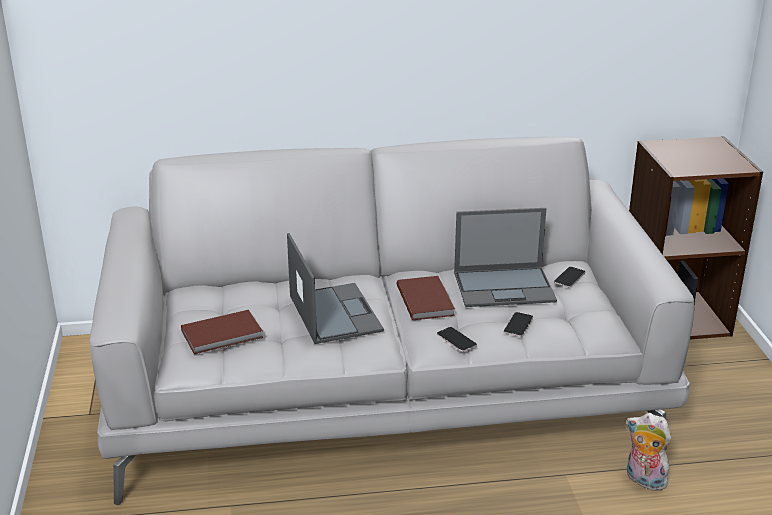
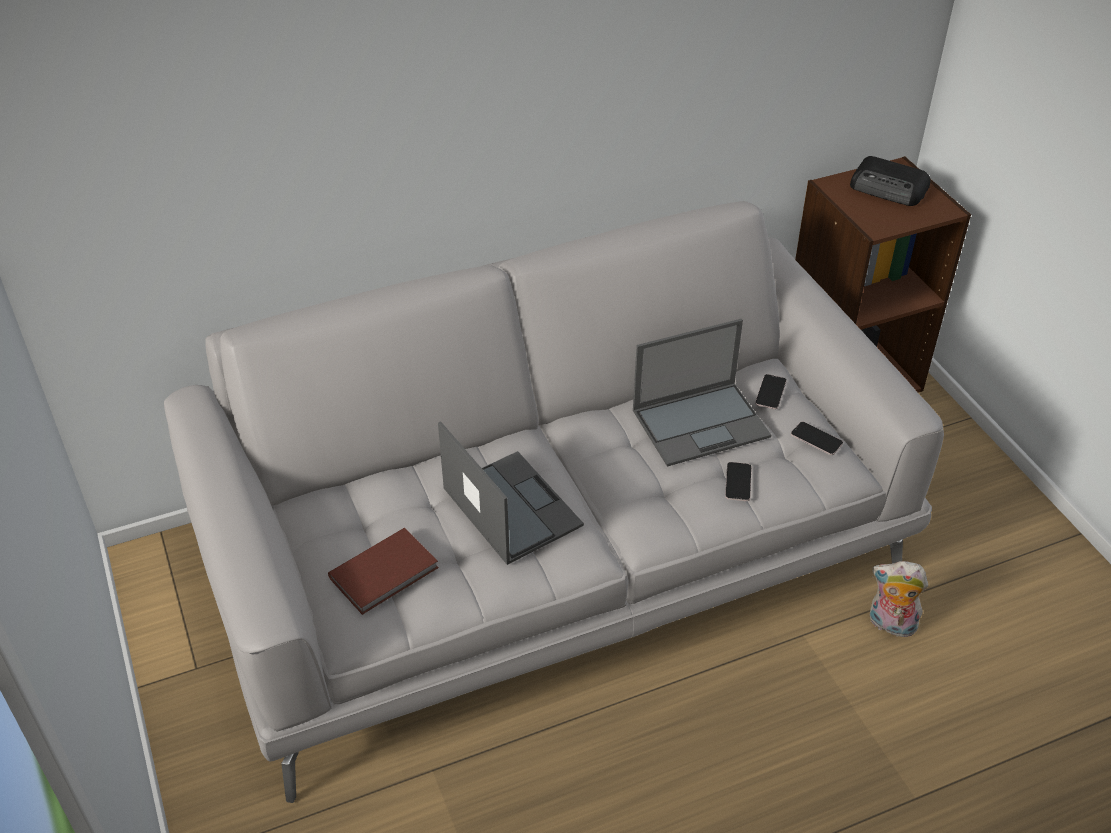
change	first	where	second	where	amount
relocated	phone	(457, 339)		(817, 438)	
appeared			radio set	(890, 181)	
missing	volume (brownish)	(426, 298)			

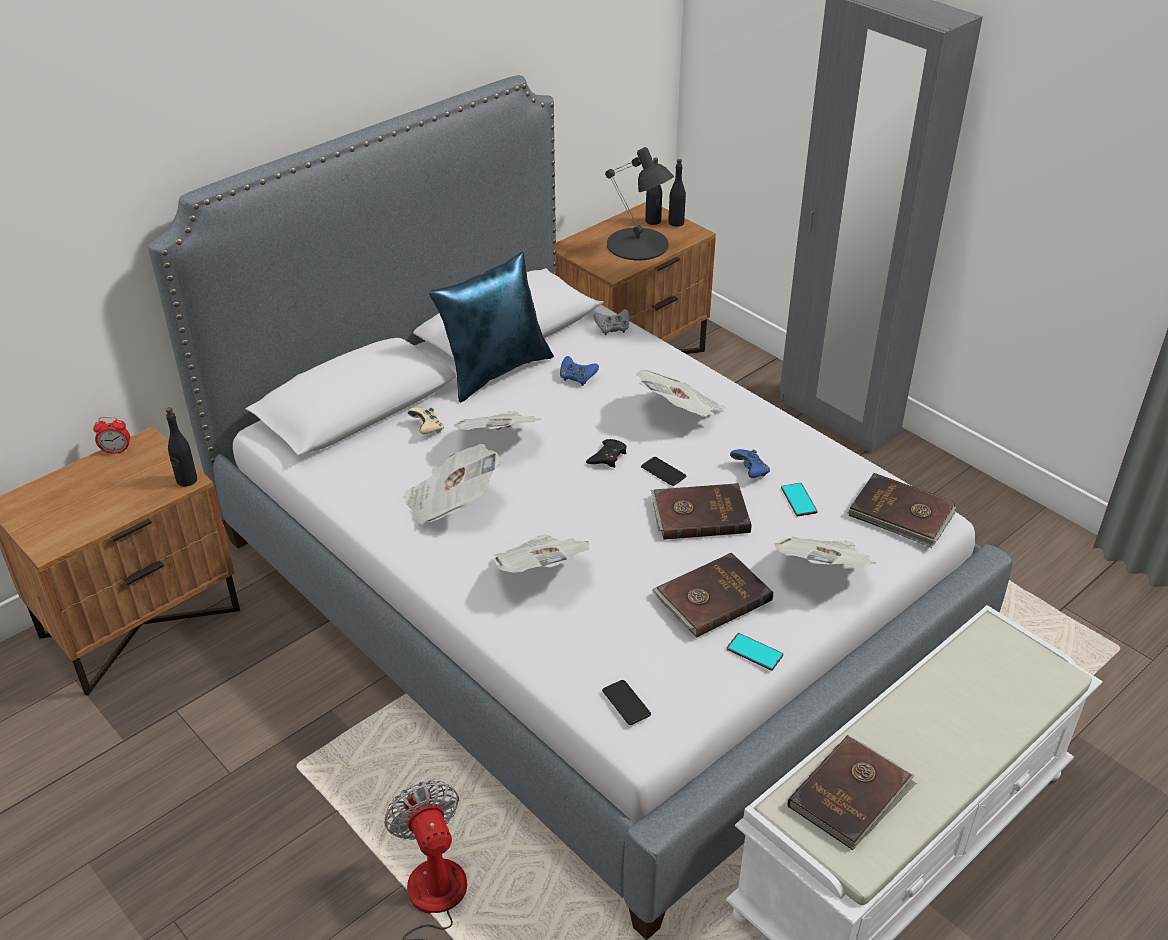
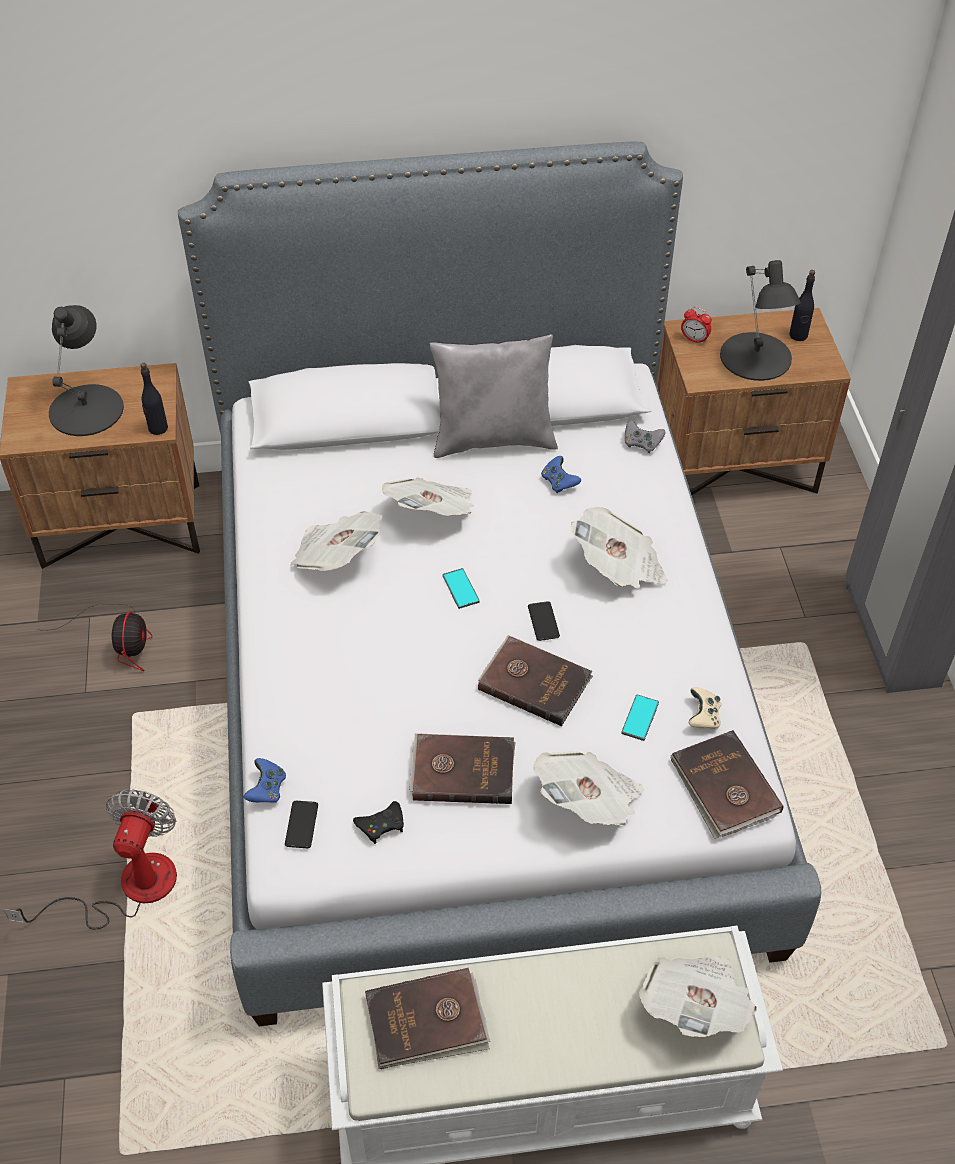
change	first	where	second	where	amount
appeared			lamp for a table (black)	(86, 370)	
appeared			cooling fan	(102, 637)	
relocated	gamepad (blue-coloured)	(750, 463)		(265, 780)	
relocated	gamepad (black)	(606, 453)		(378, 822)	
colour	cushion (blue-coloured)	(491, 327)	cushion (greyish)	(494, 396)	
relocated	phone	(755, 652)		(461, 588)	
relocated	newspaper	(542, 553)		(698, 996)	
relocated	table clock	(111, 435)		(696, 325)	
relocated	gamepad (beige)	(425, 421)		(704, 708)	
missing	drink bottle (black)	(677, 192)			

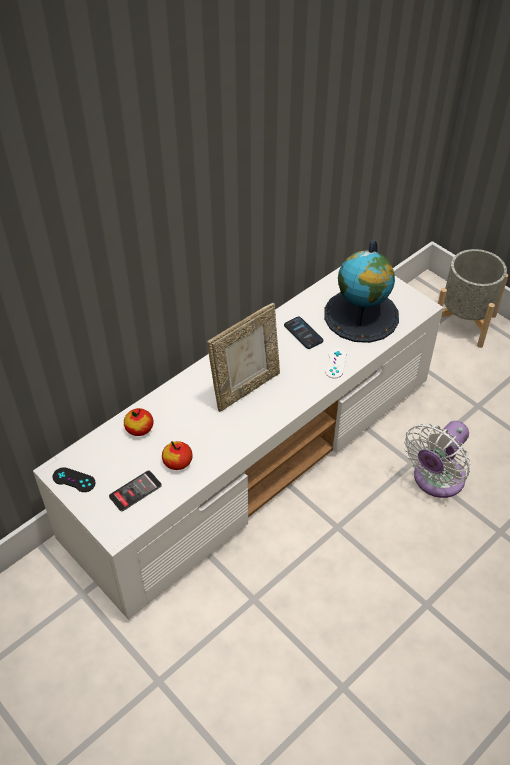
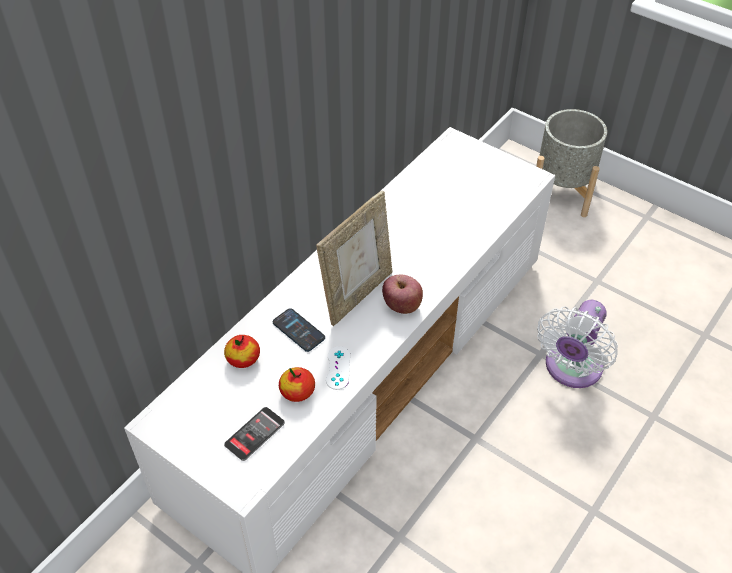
change	first	where	second	where	amount
relocated	phone	(303, 333)		(299, 330)	
relocated	gamepad (whitish)	(335, 363)		(338, 368)	
appeared			apple fruit	(402, 294)	
missing	gamepad (black)	(74, 479)			
missing	globe	(361, 291)			

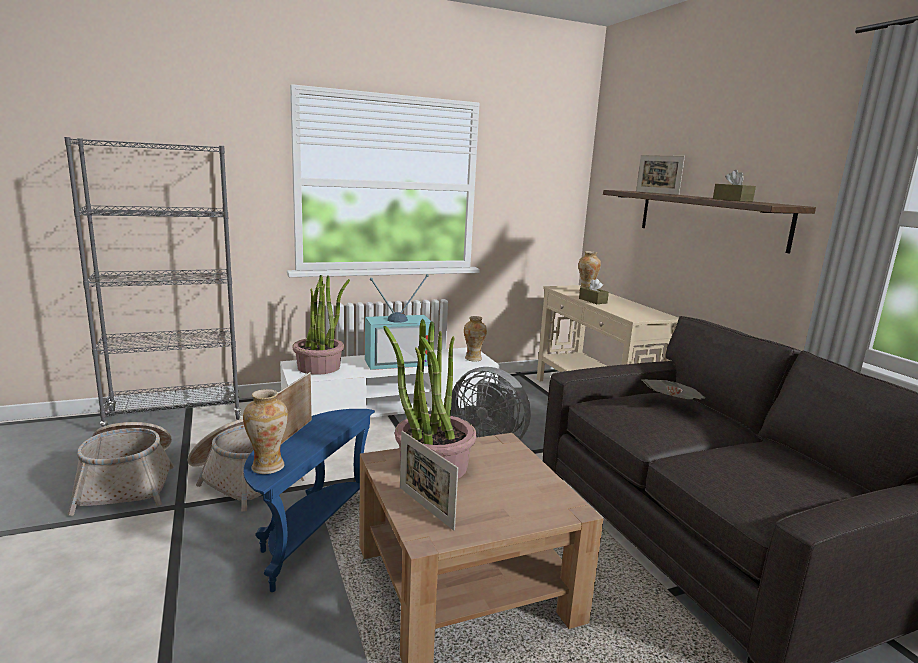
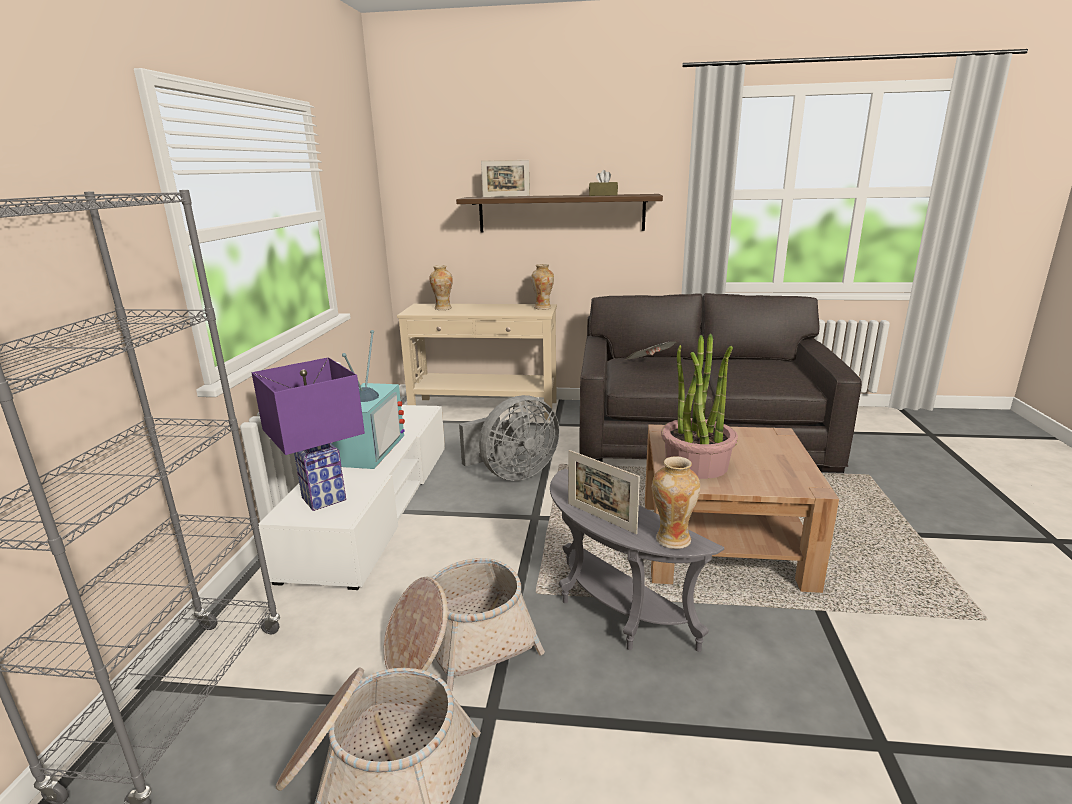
change	first	where	second	where	amount
exchanged	houseplant	(321, 325)	lamp for a table (purple)	(308, 434)	
relocated	flower vase	(475, 338)		(542, 287)	
colour	end table (blue-coloured)	(309, 500)	end table (greyish)	(637, 560)	
missing	photo frame	(429, 481)			
missing	tissue box (brownish)	(594, 291)			

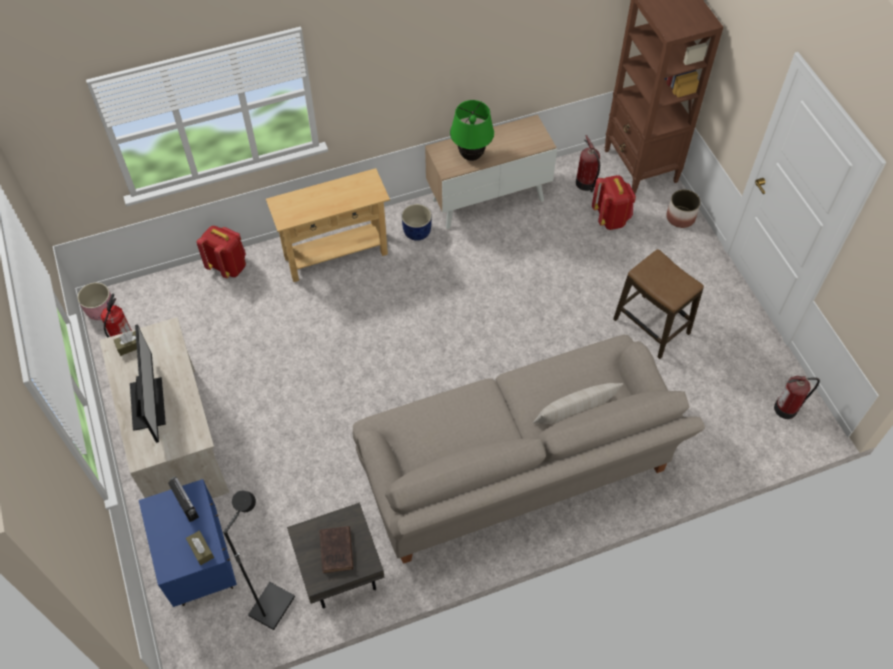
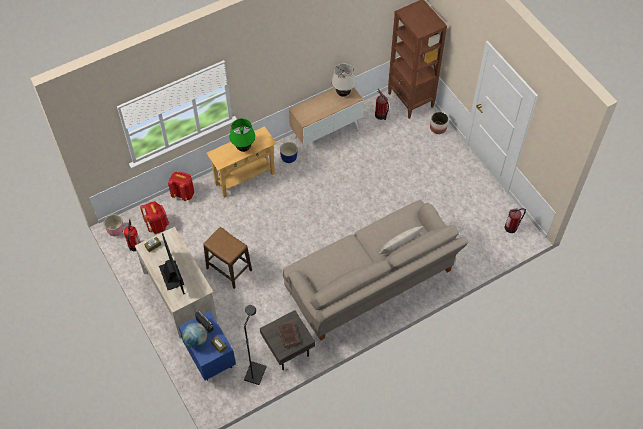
change	first	where	second	where	amount
relocated	backpack (reddish)	(614, 202)		(154, 217)	
appeared			globe	(194, 335)	
relocated	stool	(659, 304)		(227, 258)	
relocated	lamp for a table (greenish)	(472, 130)		(243, 135)	
appeared			lamp for a table (beige)	(343, 80)	

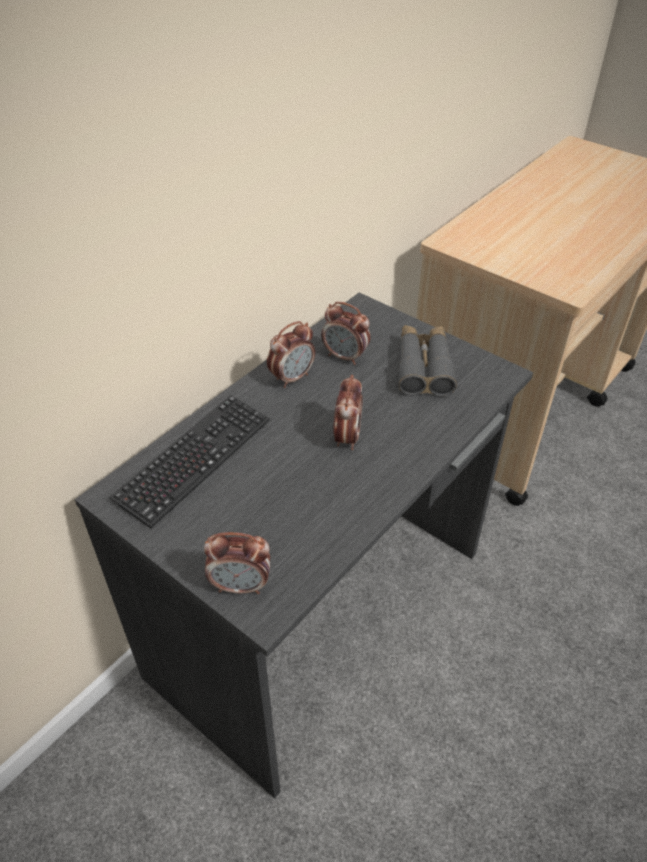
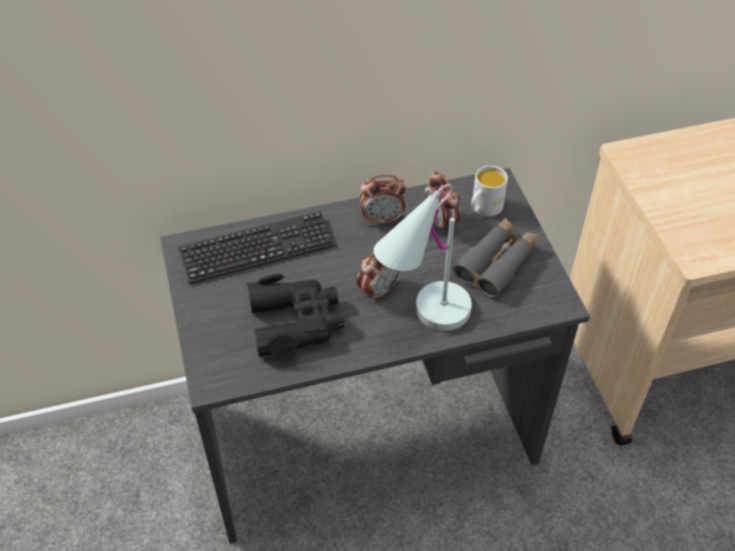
change	first	where	second	where	amount
appeared			field glasses (black)	(295, 316)	
appeared			lamp for a table (whitish)	(422, 257)	
appeared			mug (whitish)	(489, 191)	
missing	table clock	(237, 563)			

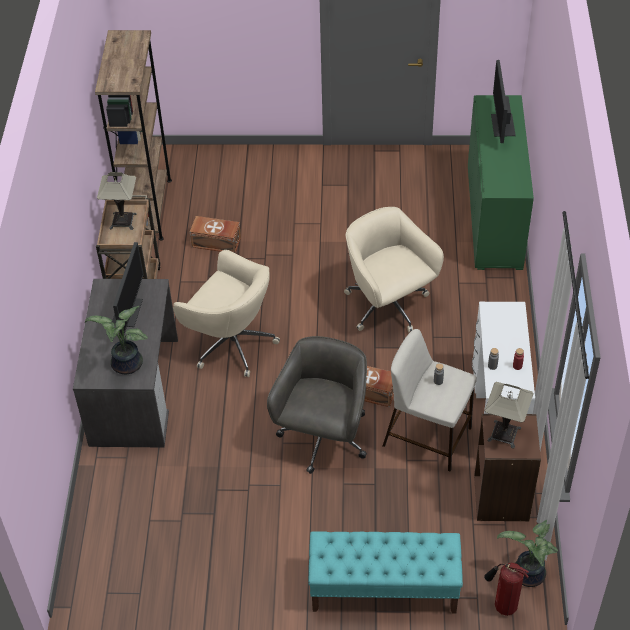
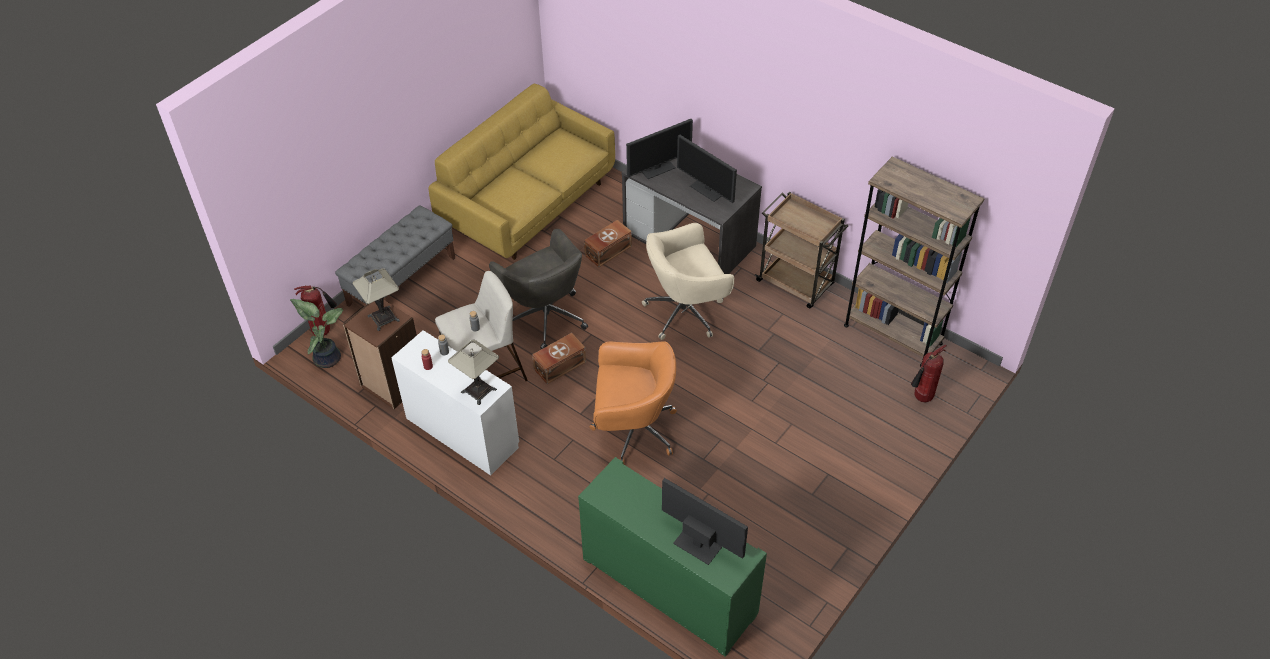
change	first	where	second	where	amount
colour	long seat (turquoise-coloured)	(386, 572)	long seat (greyish)	(395, 256)	
appeared			sofa (yellowish)	(522, 172)	
relocated	lamp for a table	(117, 201)		(473, 372)	
relocated	storage box (brownish)	(215, 234)		(608, 243)	
colour	desk chair (beige)	(394, 269)	desk chair (orangey)	(633, 402)	
exchanged	houseplant	(116, 340)	monitor	(659, 149)	
appeared			fire extinguisher	(929, 373)	

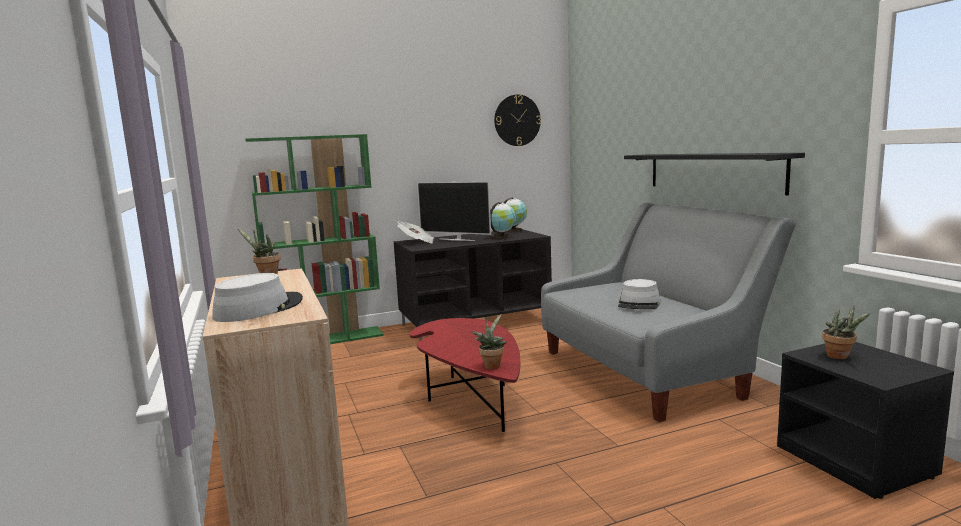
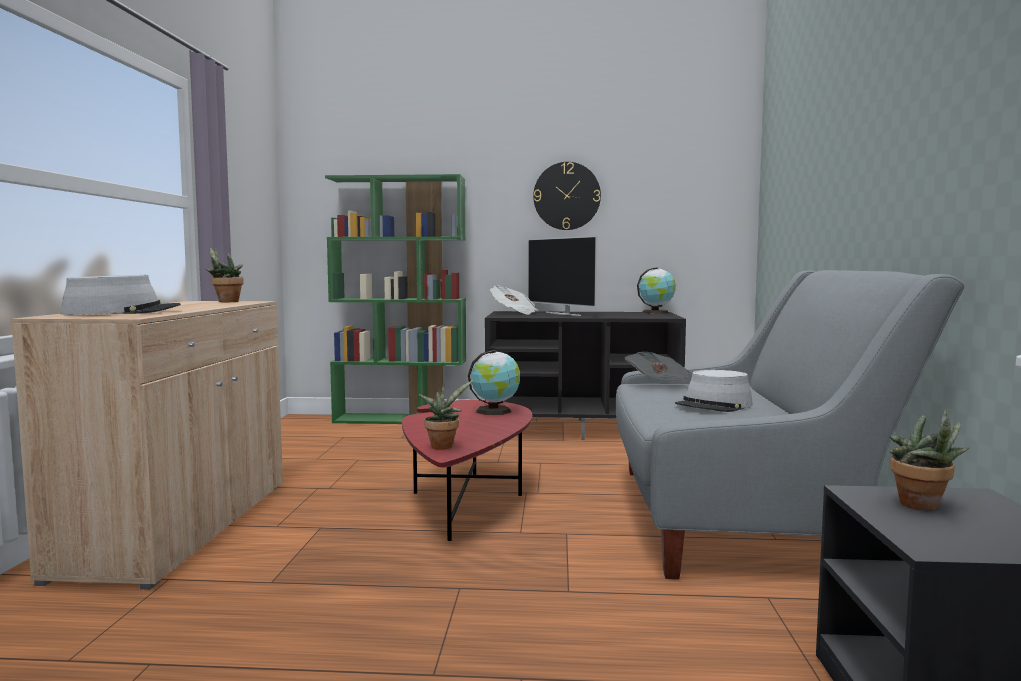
change	first	where	second	where	amount
relocated	globe	(503, 220)		(494, 382)	
relocated	wall clock	(517, 120)		(567, 196)	
appeared			newspaper	(657, 367)	
missing	shelf (black)	(714, 174)			

